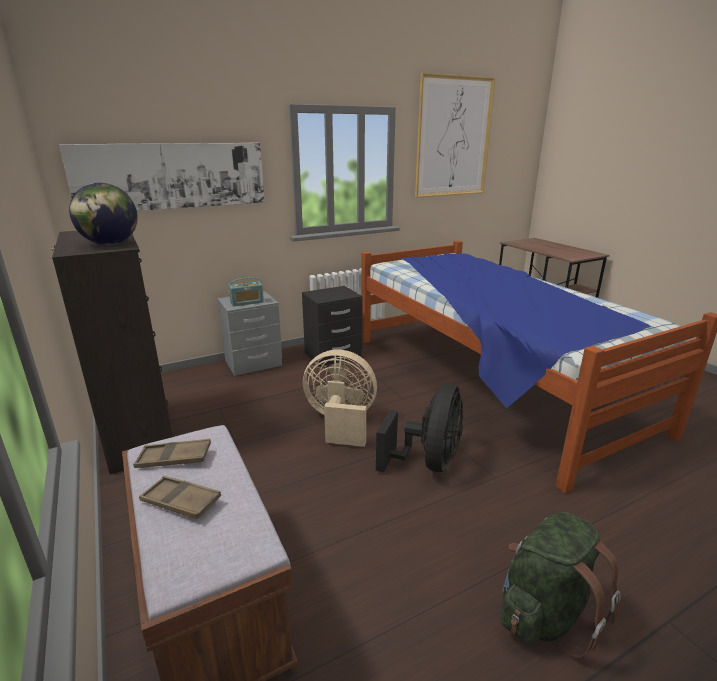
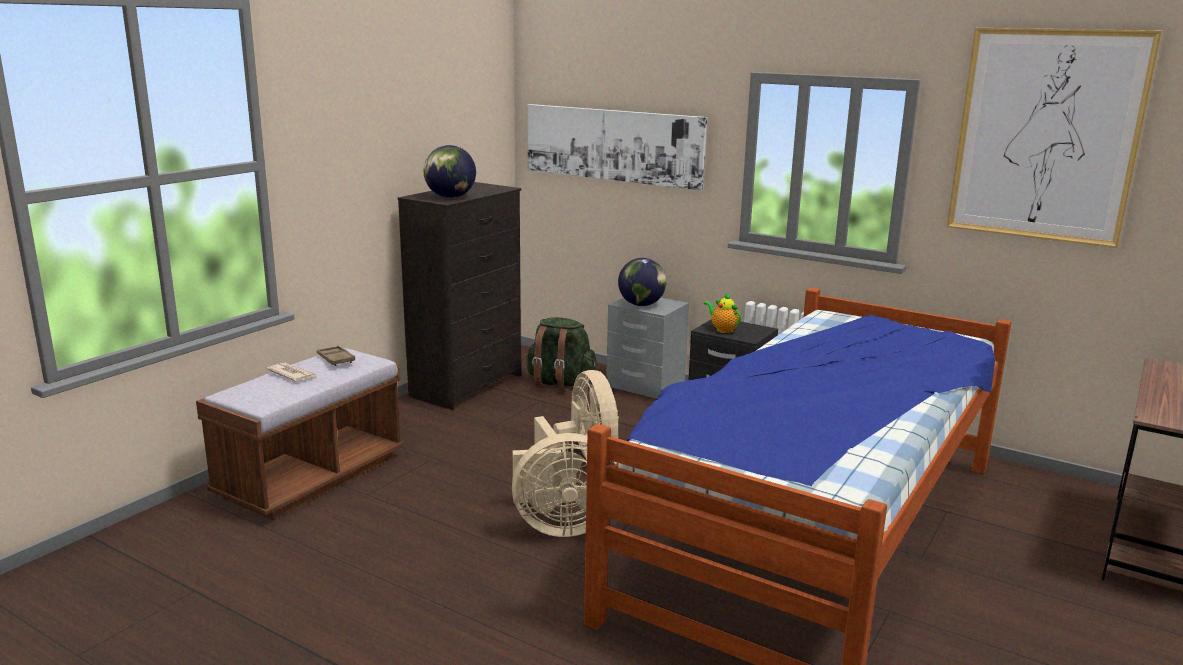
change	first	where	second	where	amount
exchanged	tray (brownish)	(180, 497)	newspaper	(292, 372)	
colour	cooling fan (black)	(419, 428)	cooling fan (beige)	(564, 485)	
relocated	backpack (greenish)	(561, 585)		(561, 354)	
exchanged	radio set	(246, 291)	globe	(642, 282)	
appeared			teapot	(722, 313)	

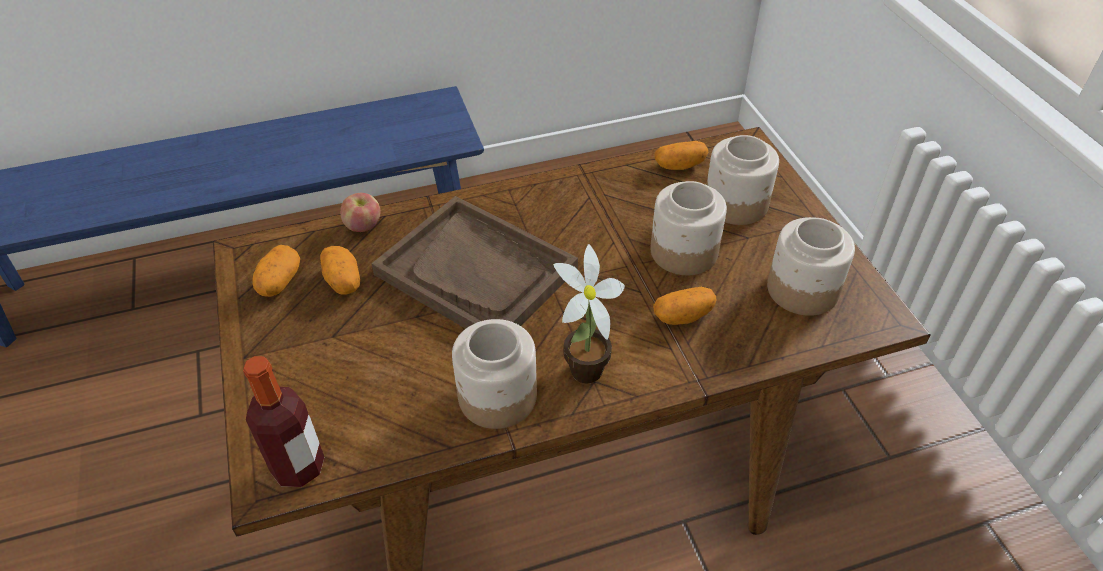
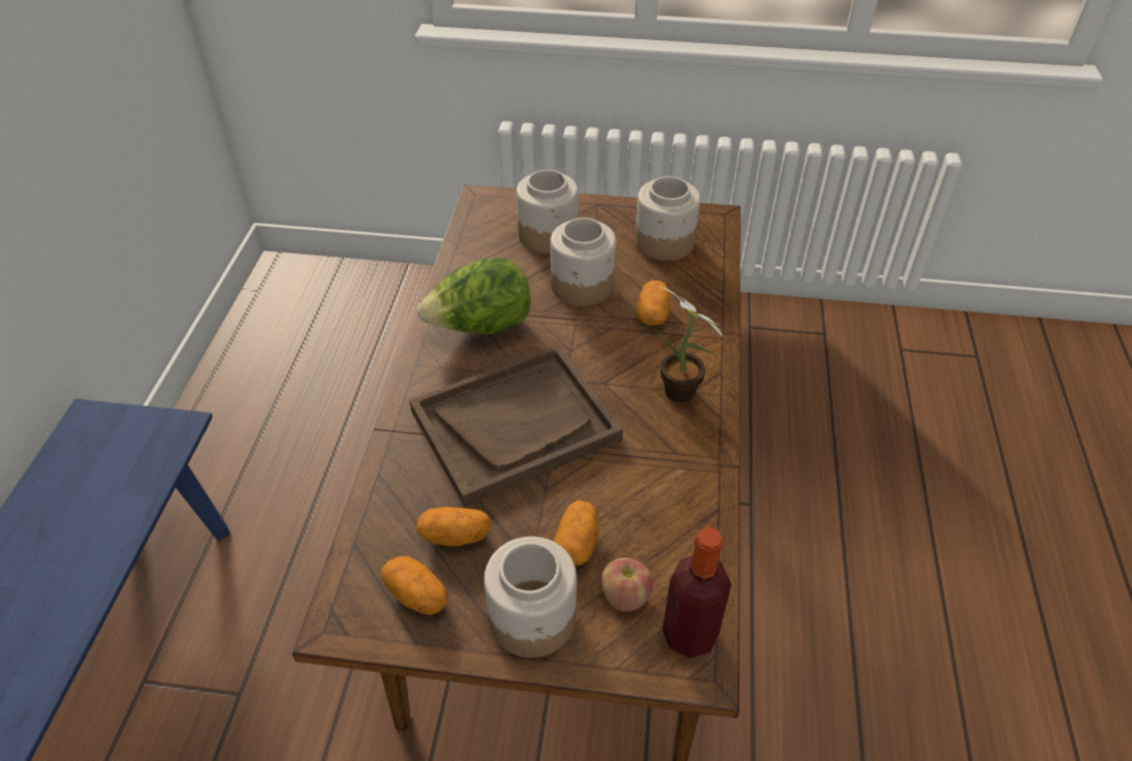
change	first	where	second	where	amount
appeared			lettuce	(474, 296)	
relocated	preserve jar	(494, 374)		(530, 597)	
relocated	spud	(681, 155)		(576, 532)	
relocated	apple fruit	(360, 212)		(627, 585)	

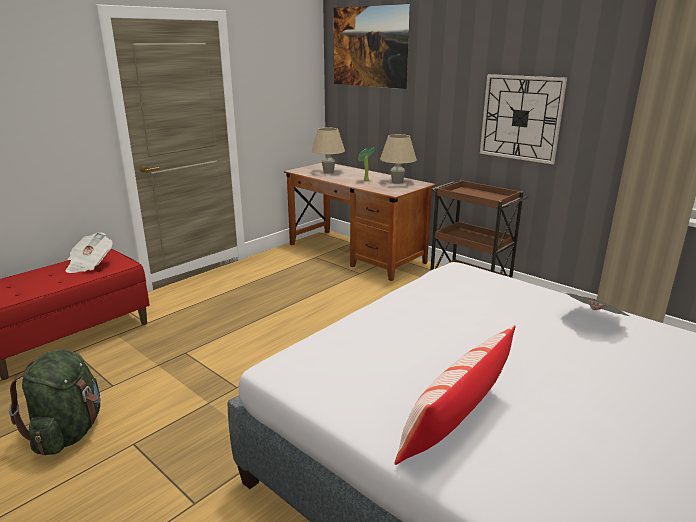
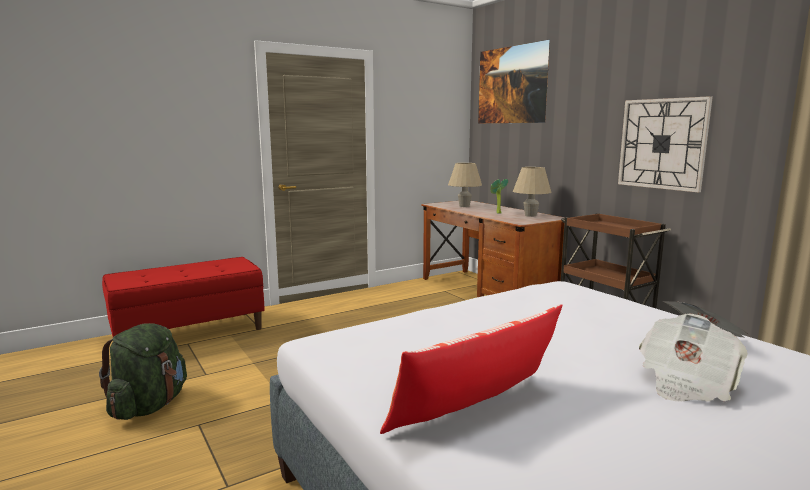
change	first	where	second	where	amount
relocated	newspaper	(89, 252)		(693, 358)	

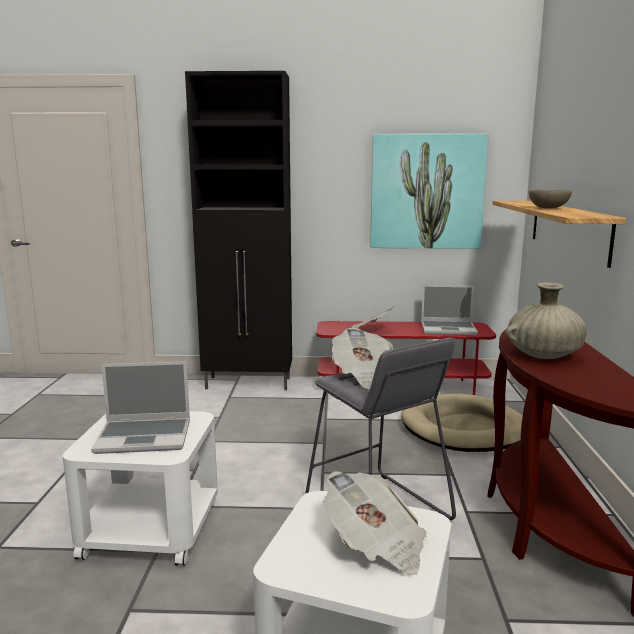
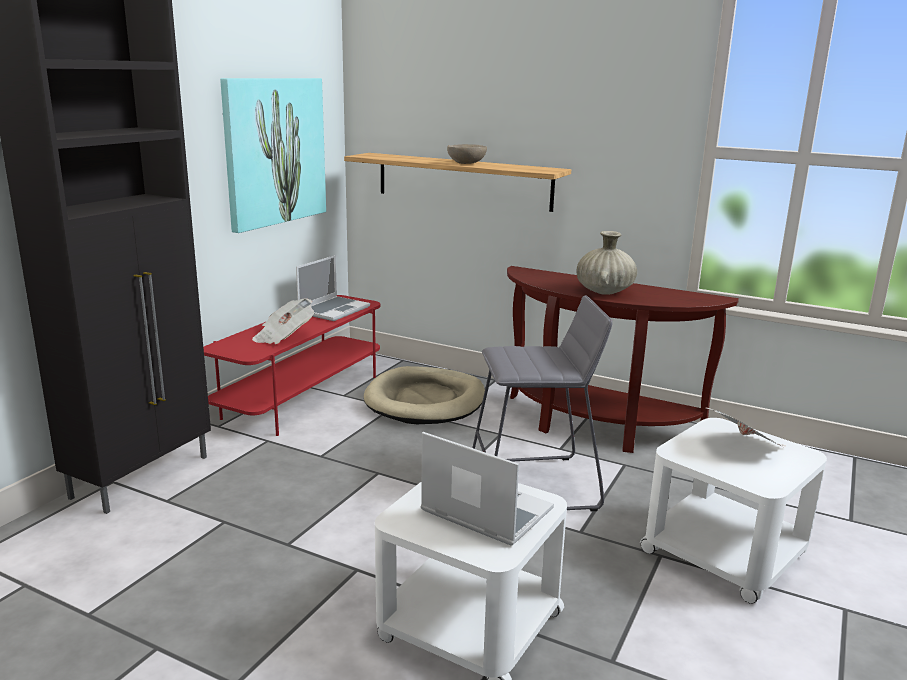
change	first	where	second	where	amount
spun	notebook computer	(140, 407)		(487, 489)	75 degrees counterclockwise
missing	newspaper	(362, 359)			

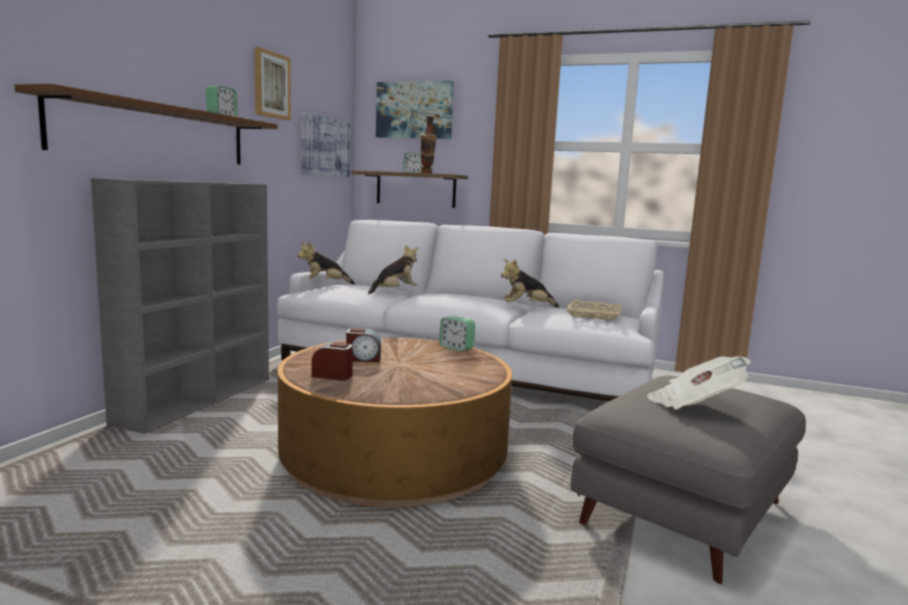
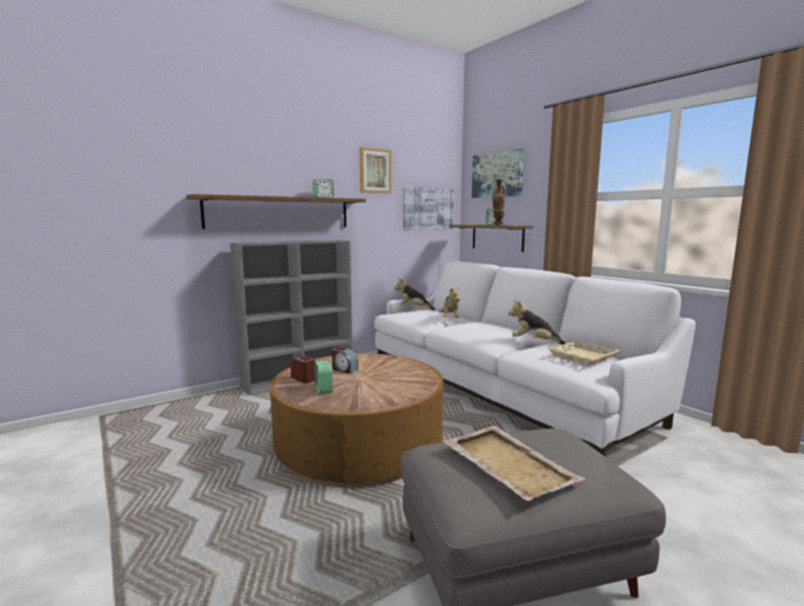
change	first	where	second	where	amount
relocated	table clock	(457, 333)		(324, 377)	
spun	plush toy	(393, 269)		(449, 302)	90 degrees clockwise
exchanged	newspaper	(699, 383)	tray (beige)	(514, 463)	

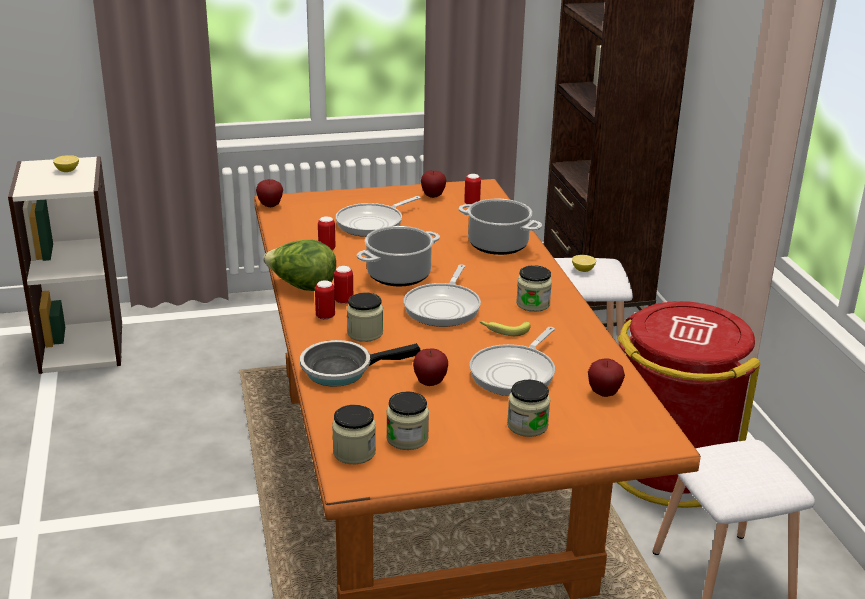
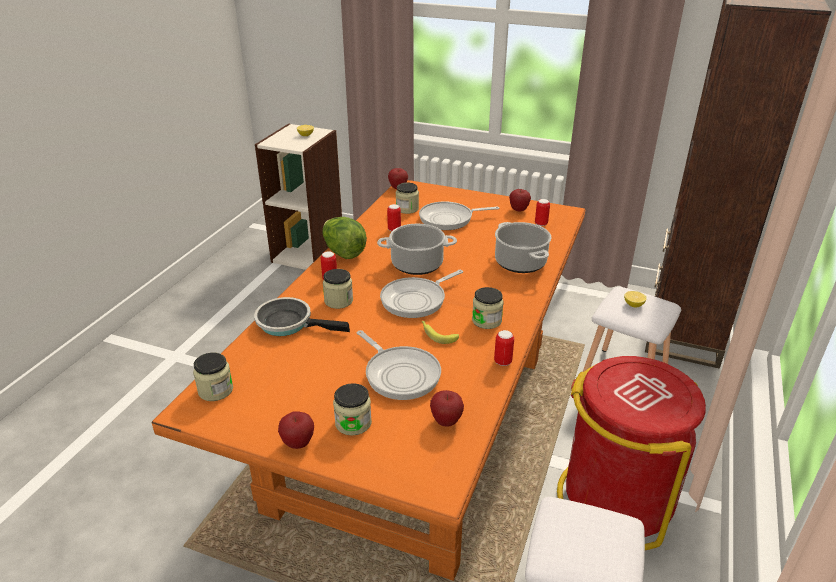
change	first	where	second	where	amount
relocated	apple fruit	(430, 367)		(296, 430)	
spun	skillet	(512, 361)		(399, 365)	105 degrees counterclockwise
relocated	preserve jar	(407, 420)		(407, 198)	
relocated	metal can	(343, 285)		(504, 348)	

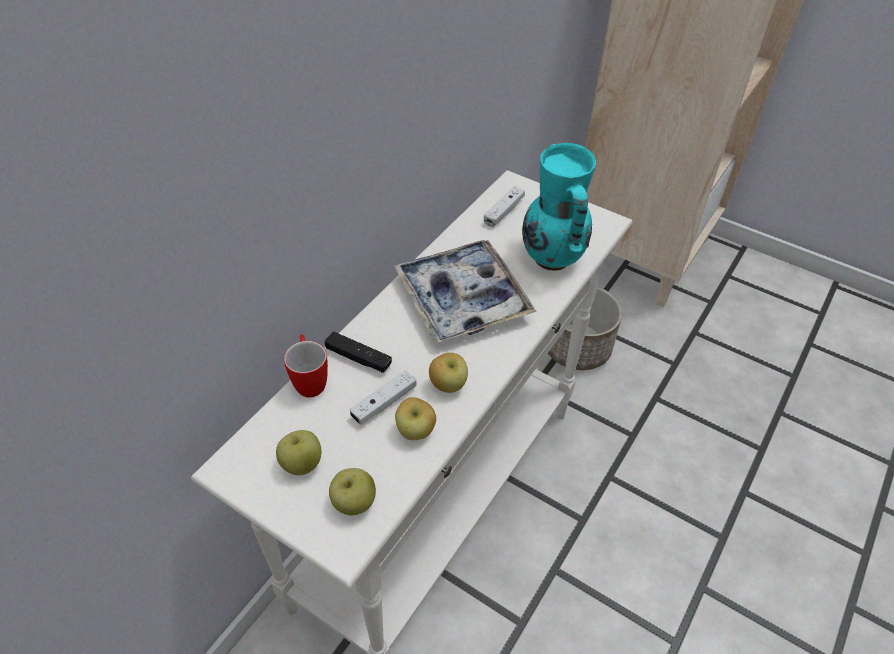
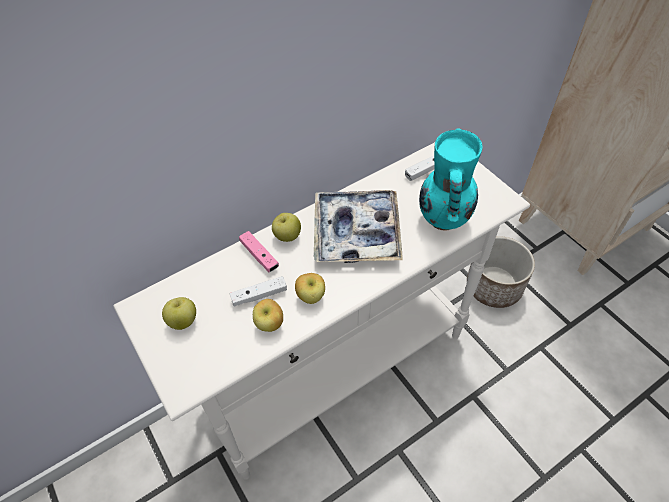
change	first	where	second	where	amount
colour	gamepad (black)	(358, 352)	gamepad (pinkish)	(259, 251)	
relocated	apple fruit	(352, 491)		(286, 227)	
missing	mug	(306, 365)			

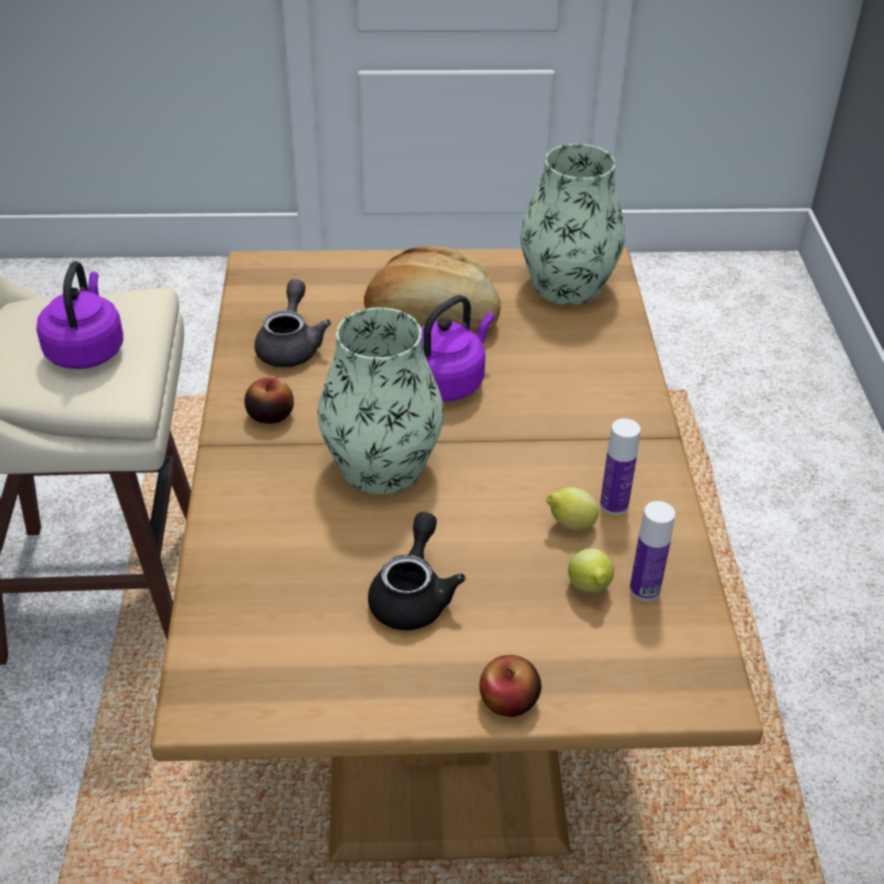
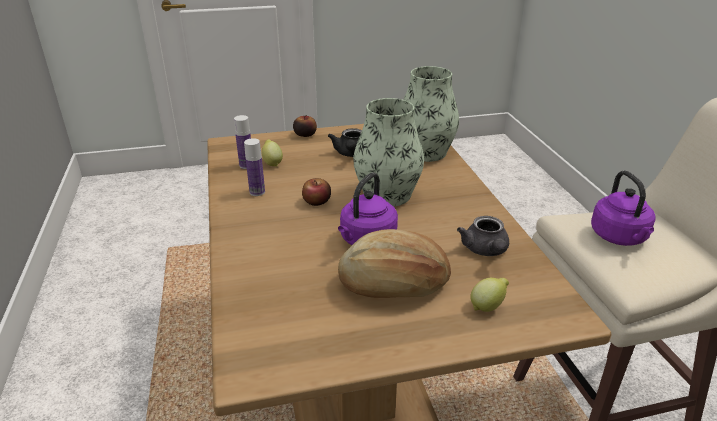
change	first	where	second	where	amount
relocated	apple fruit	(269, 401)		(316, 192)	
relocated	flower vase	(572, 224)		(431, 114)	
relocated	citrus fruit	(572, 509)		(489, 295)	

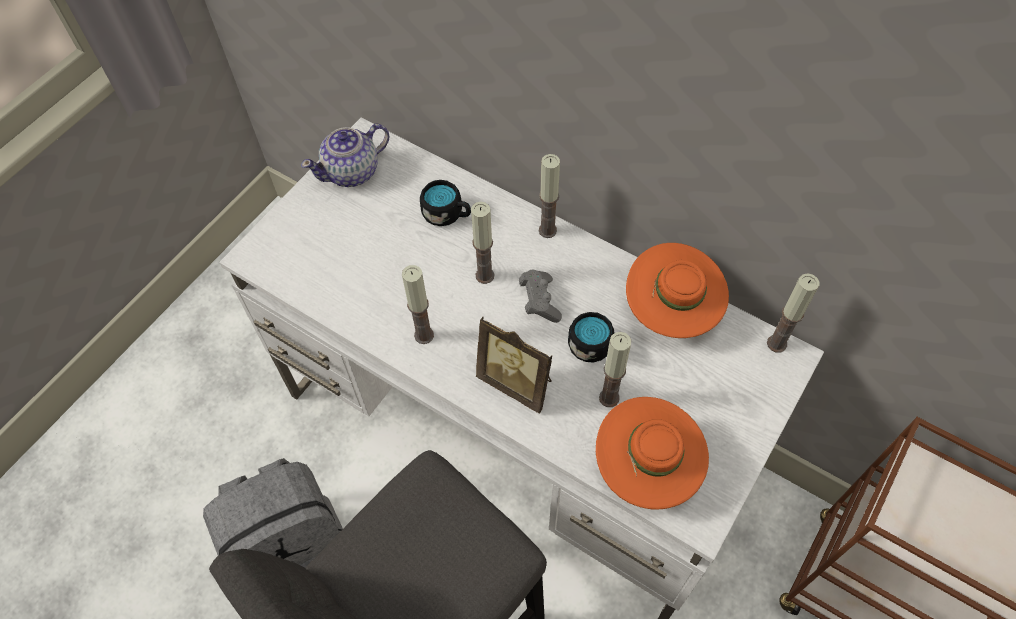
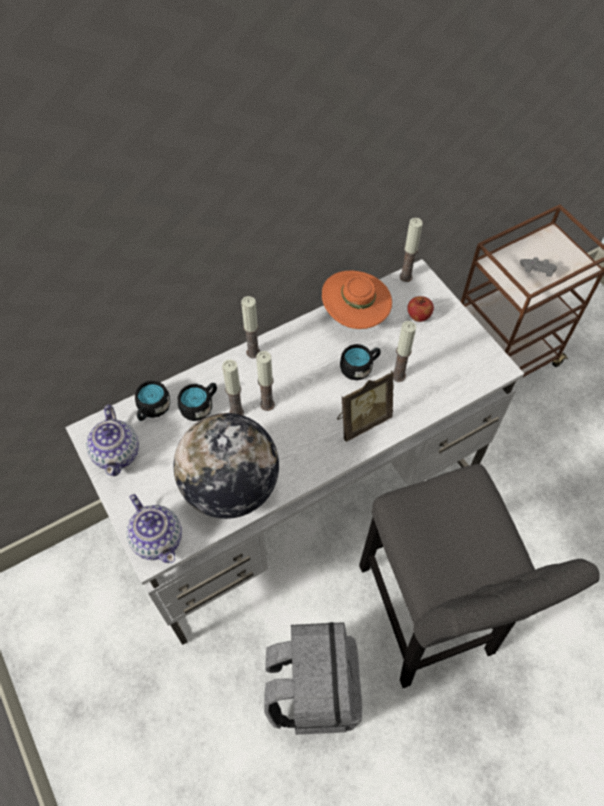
change	first	where	second	where	amount
appeared			teapot	(154, 528)	
appeared			mug (black)	(152, 401)	
appeared			globe	(226, 466)	
relocated	wax candle	(418, 304)		(233, 387)	
appeared			apple fruit	(420, 309)	
relocated	gamepad (greyish)	(540, 296)		(538, 267)	
missing	hat (orangey)	(652, 453)			

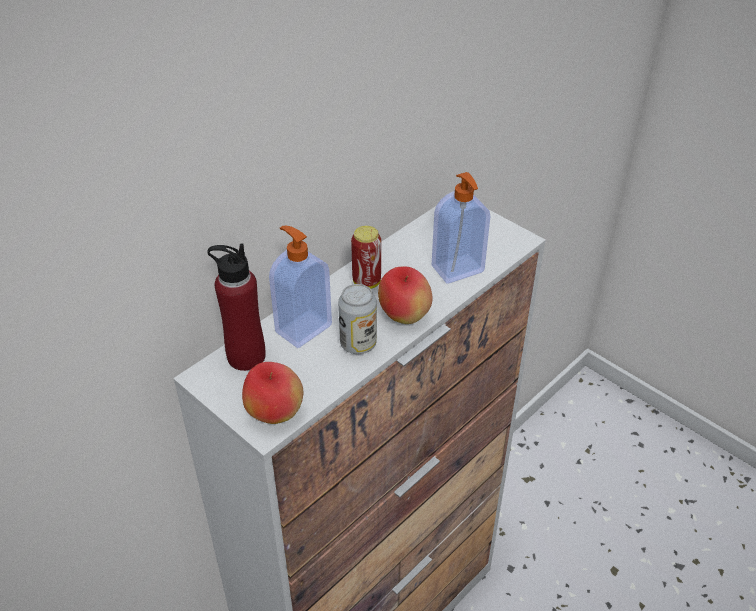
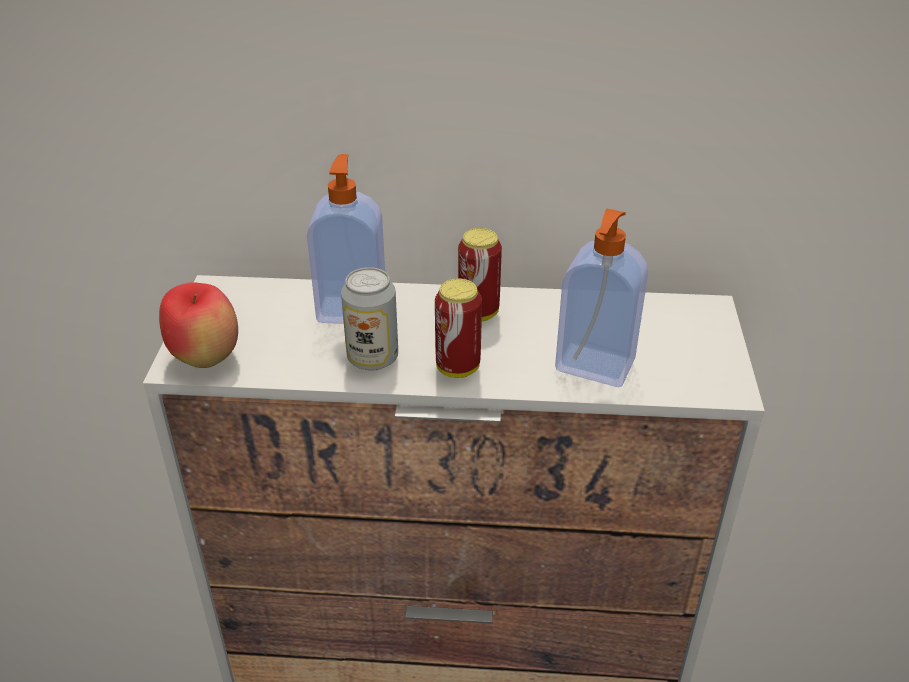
change	first	where	second	where	amount
exchanged	apple fruit	(405, 295)	metal can	(458, 328)	
missing	drink bottle (reddish)	(237, 307)			

